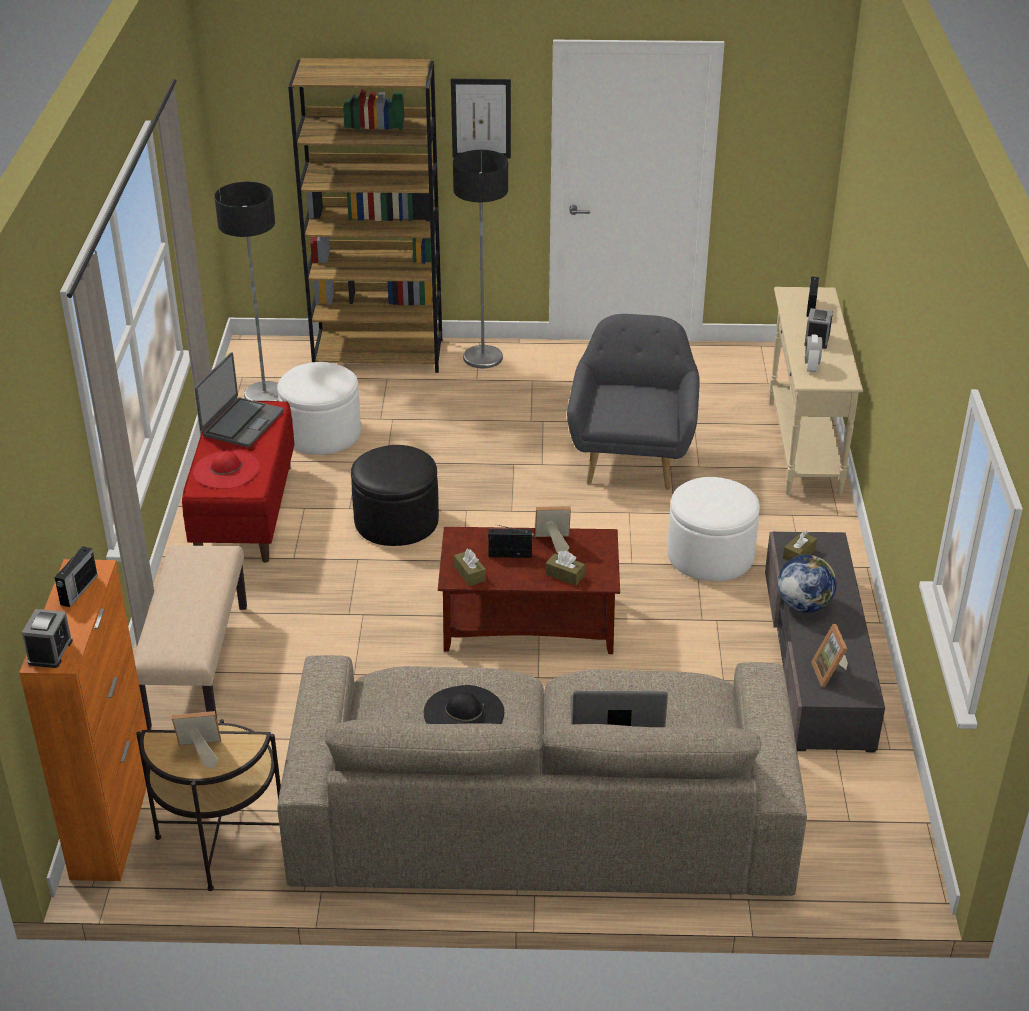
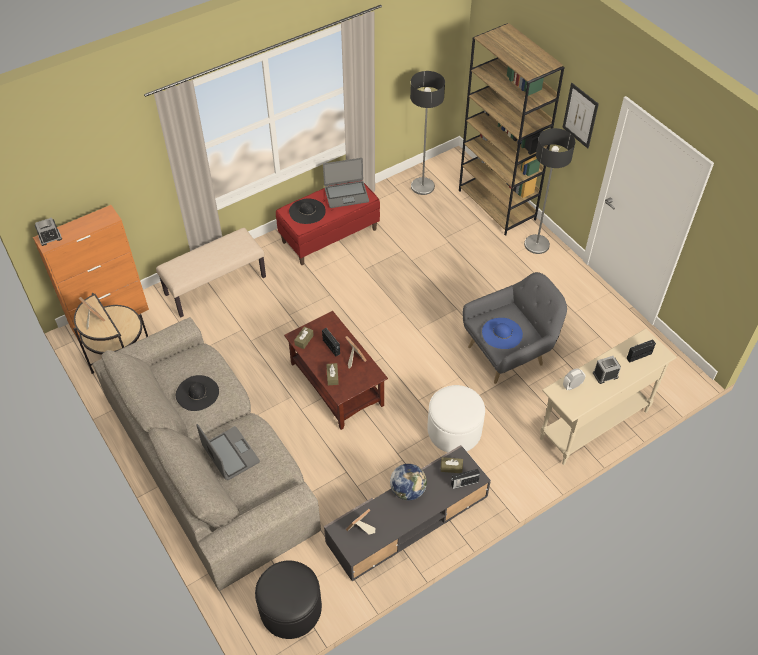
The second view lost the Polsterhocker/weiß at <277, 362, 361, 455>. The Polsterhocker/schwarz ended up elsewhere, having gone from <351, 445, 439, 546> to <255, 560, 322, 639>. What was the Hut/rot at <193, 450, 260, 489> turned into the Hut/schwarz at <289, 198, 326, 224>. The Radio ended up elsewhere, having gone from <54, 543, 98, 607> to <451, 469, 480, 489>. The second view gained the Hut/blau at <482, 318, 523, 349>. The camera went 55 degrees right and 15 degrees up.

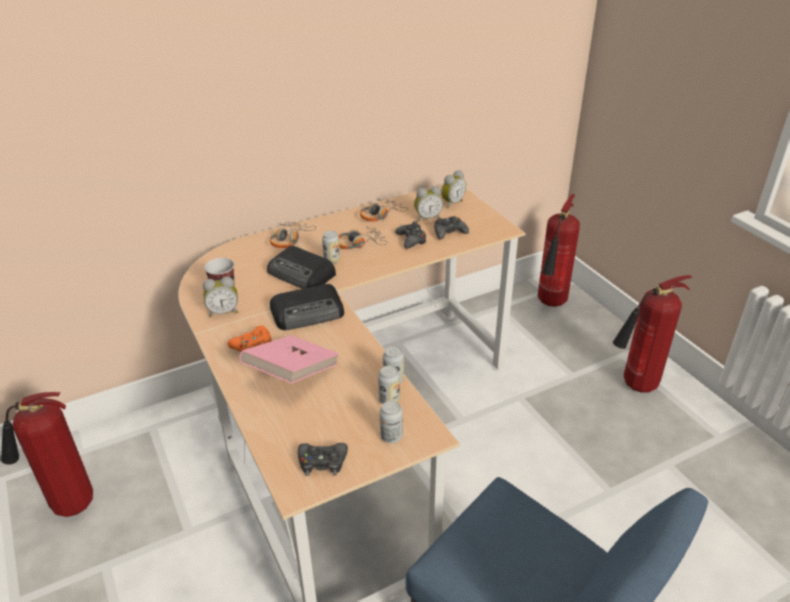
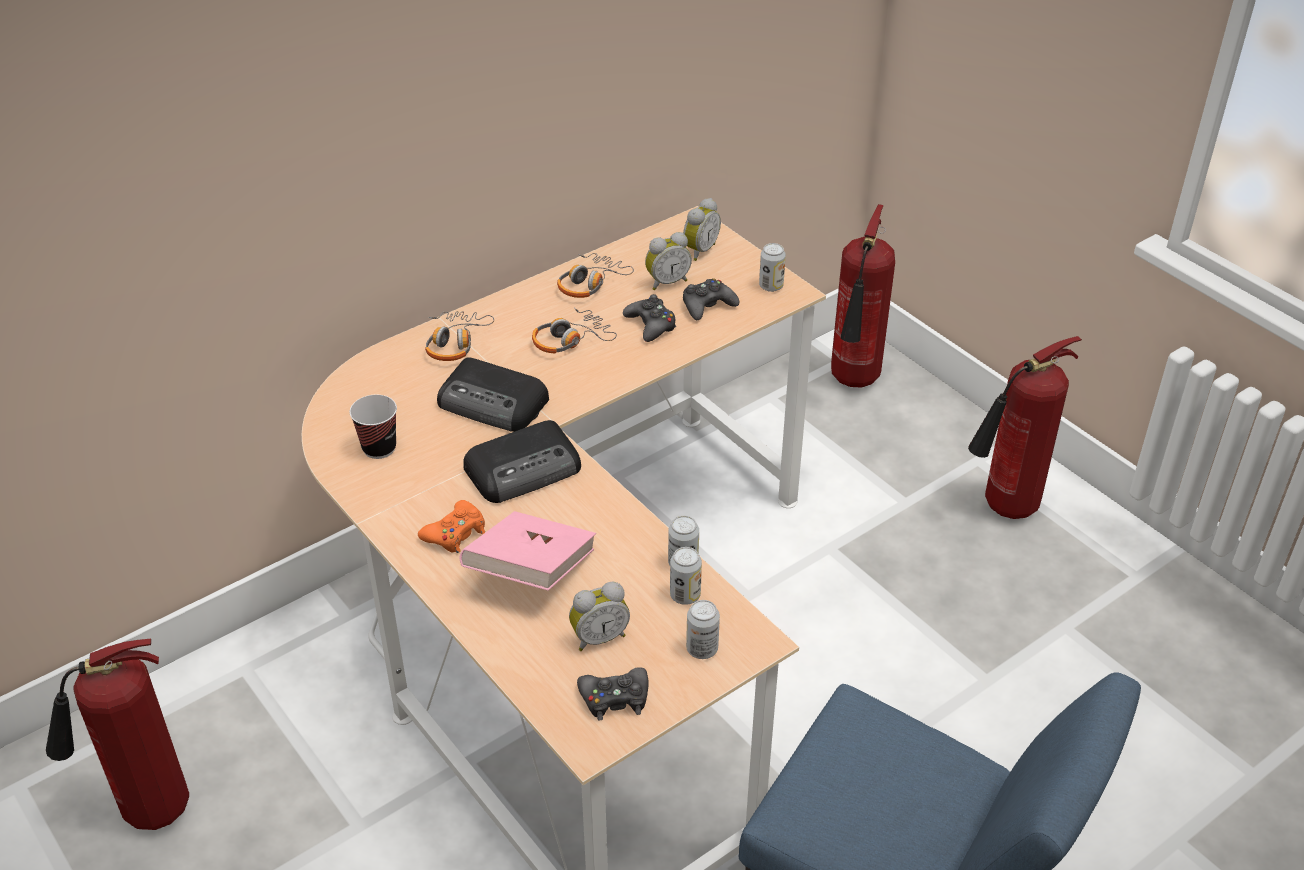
The Dose ended up elsewhere, having gone from <322, 231, 340, 263> to <759, 243, 786, 292>. The Wecker ended up elsewhere, having gone from <203, 276, 238, 317> to <569, 582, 630, 651>. The camera went 10 degrees left and 5 degrees up.

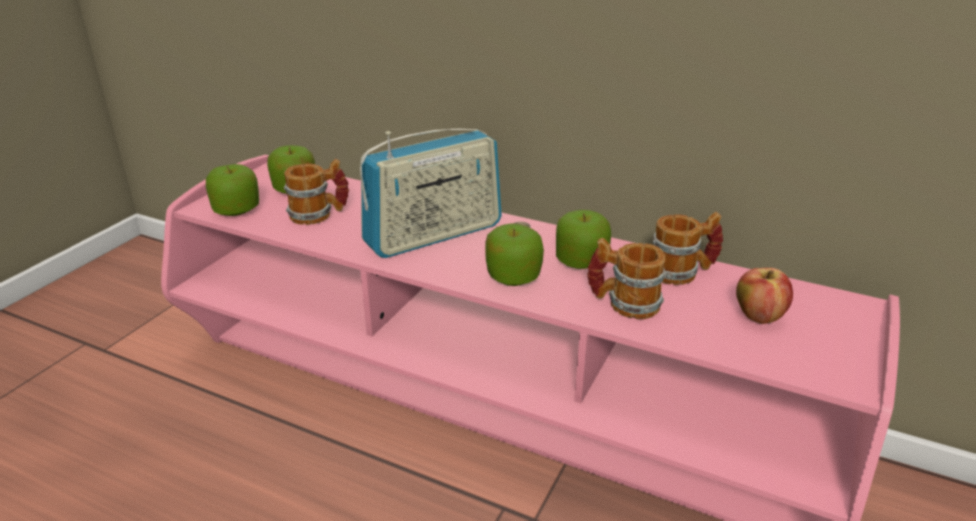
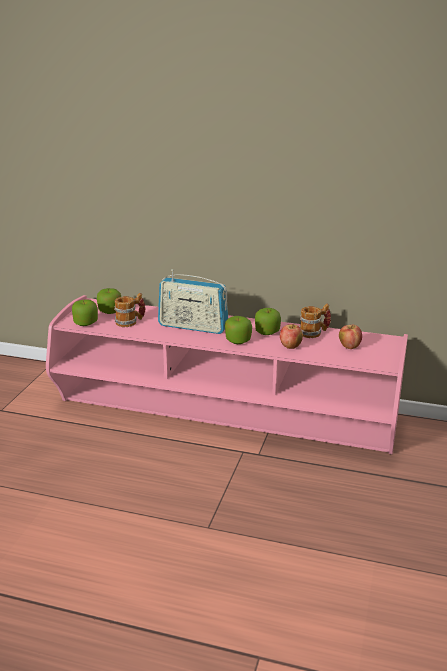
The Radio at <360, 129, 502, 258> ended up facing another way, 60 degrees clockwise from before. Where the Henkelbecher stood at <587, 238, 666, 319>, the Apfel came to stand at <280, 324, 303, 349>. The camera went 10 degrees left and 5 degrees down.

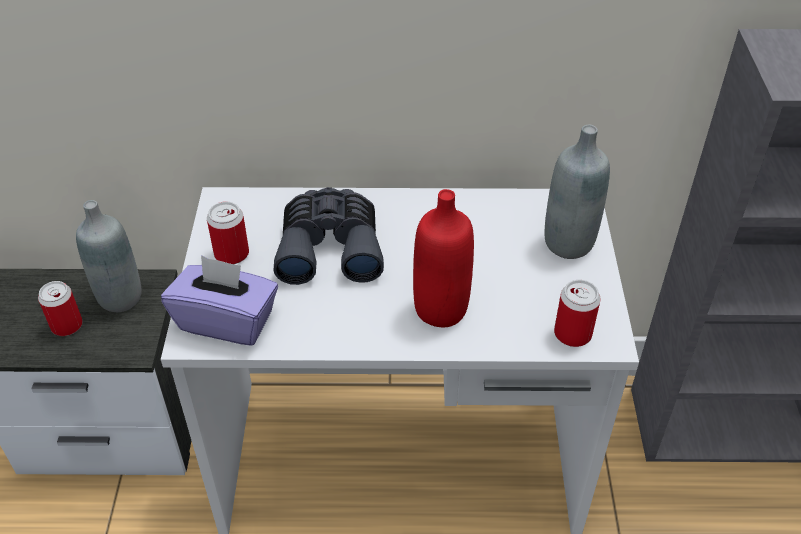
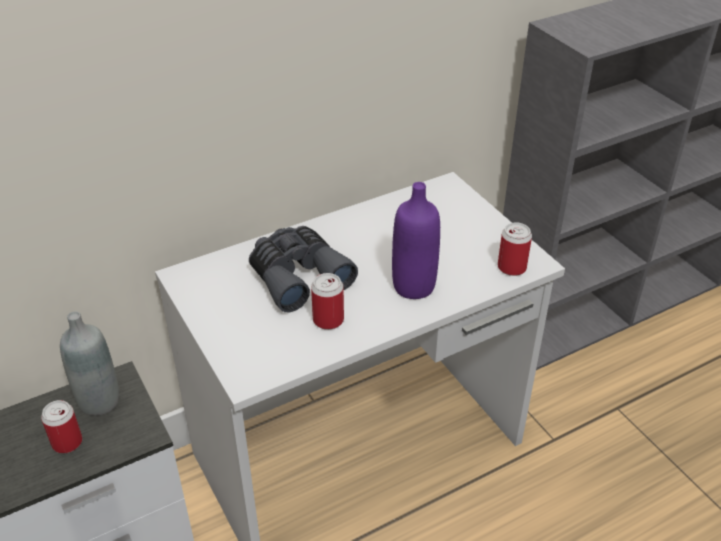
The second view lost the Flasche/grau at <544, 124, 610, 259>. What was the Flasche/rot at <413, 189, 474, 327> turned into the Flasche/lila at <392, 182, 440, 299>. The Dose ended up elsewhere, having gone from <207, 202, 249, 264> to <311, 273, 344, 330>. The second view lost the Taschentuchbox/lila at <161, 255, 278, 346>. The camera went 30 degrees left and 5 degrees down.

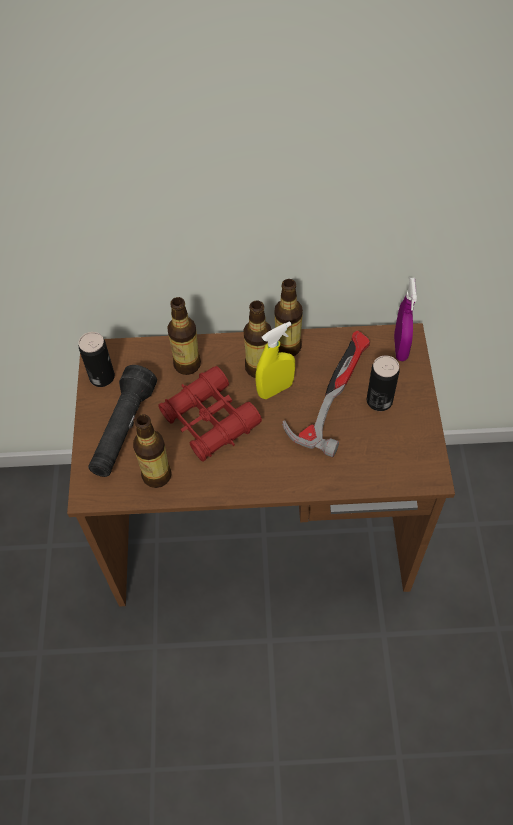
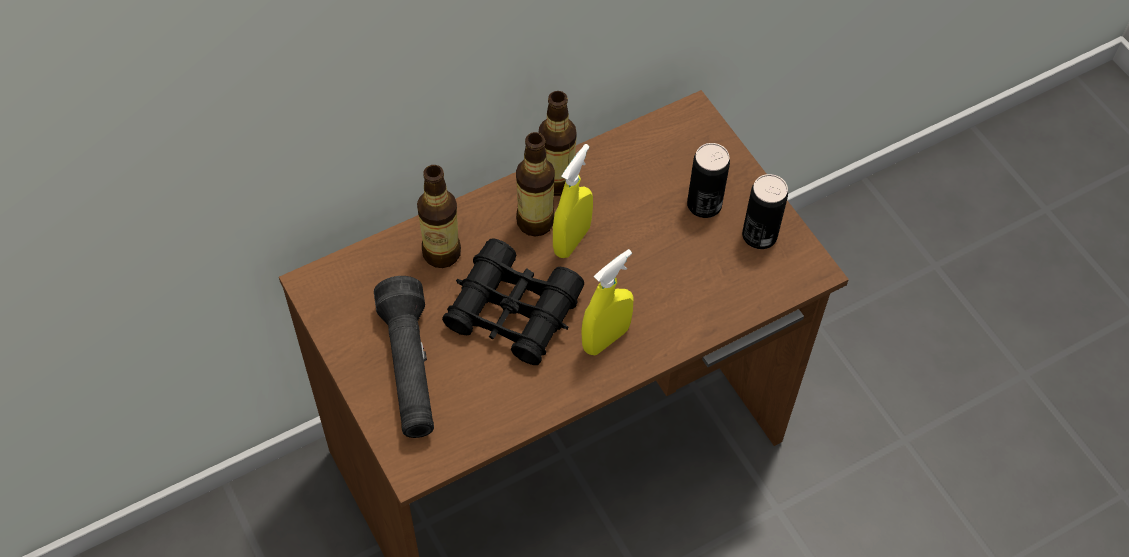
The second view lost the Sprühflasche/lila at <394, 278, 417, 361>. The second view lost the Hammer at <282, 331, 370, 457>. The Dose ended up elsewhere, having gone from <79, 332, 115, 387> to <742, 174, 788, 249>. What was the Fernglas/rot at <158, 366, 262, 462> turned into the Fernglas/schwarz at <442, 239, 584, 365>. The second view lost the Flasche at <133, 414, 172, 488>. The second view gained the Sprühflasche/gelb at <581, 249, 633, 356>. The camera went 30 degrees left and 0 degrees up.

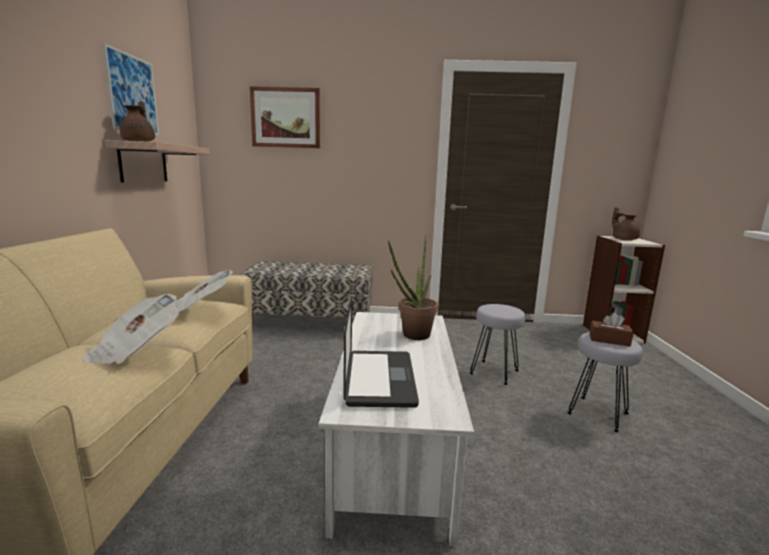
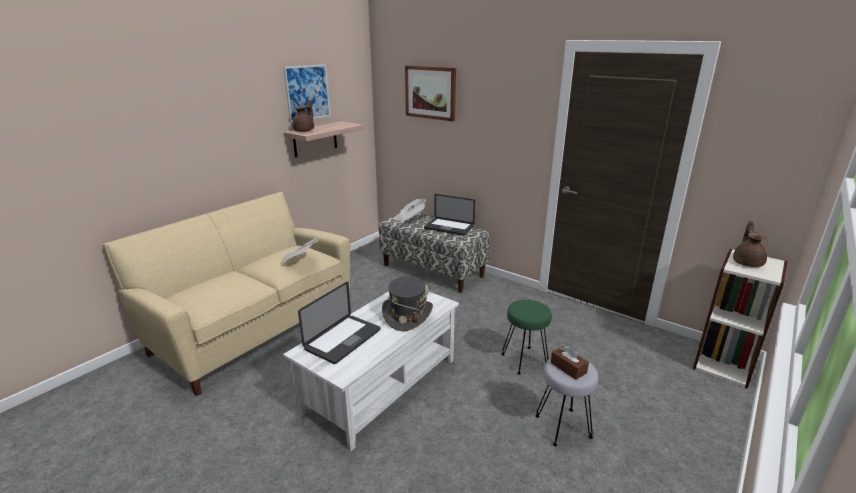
Where the Topfpflanze stood at <388, 236, 438, 340>, the Hut/grau came to stand at <382, 276, 433, 331>. The Zeitung ended up elsewhere, having gone from <82, 294, 179, 364> to <393, 199, 426, 222>. What was the Hocker/grau at <470, 304, 525, 385> turned into the Hocker/grün at <501, 300, 552, 374>. The second view gained the Laptop at <424, 194, 475, 236>. The camera went 35 degrees right and 10 degrees up.

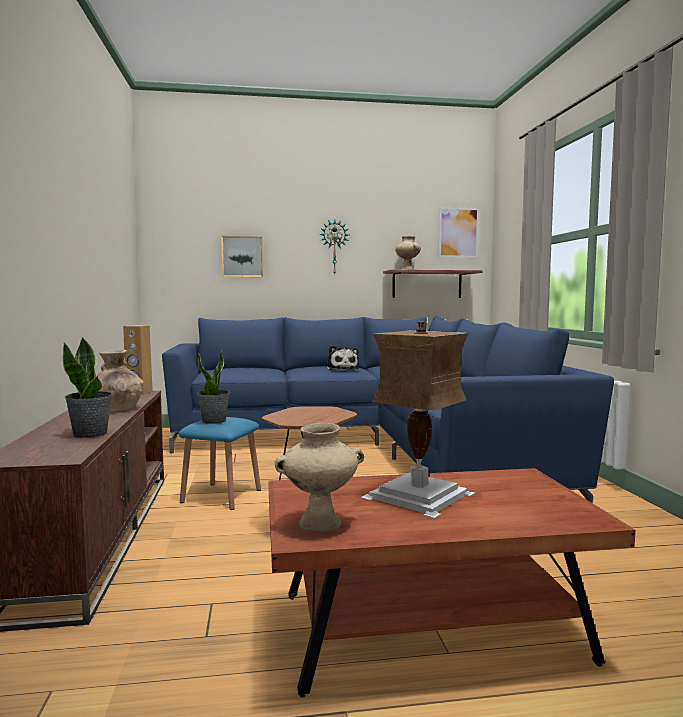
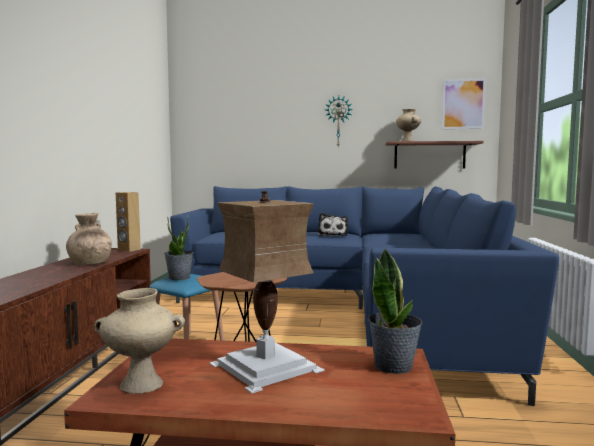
The second view lost the Bild at <221, 236, 263, 277>. The Topfpflanze ended up elsewhere, having gone from <63, 337, 113, 438> to <368, 249, 422, 374>. The camera went 15 degrees right and 0 degrees up.

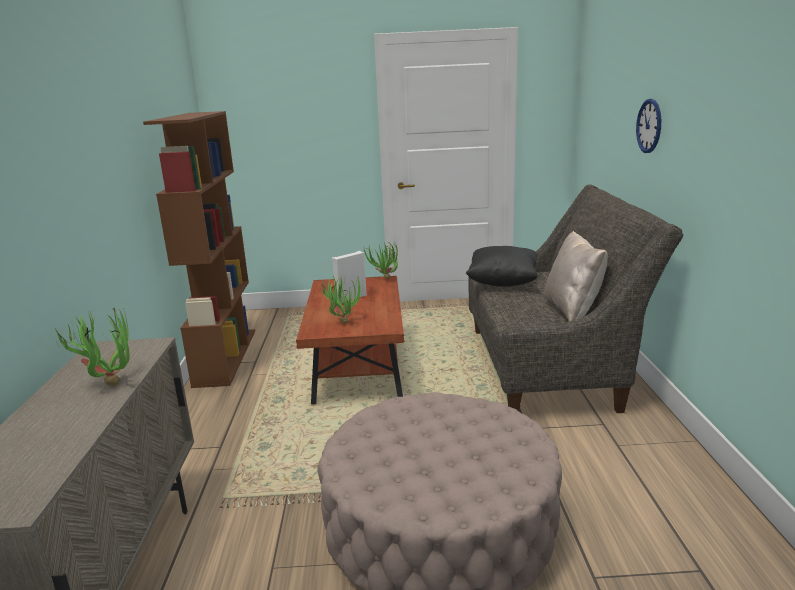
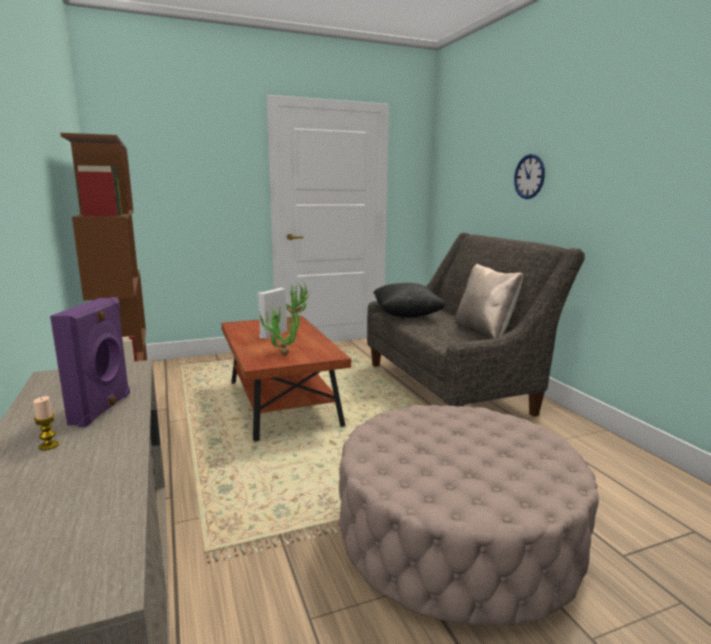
Where the Topfpflanze stood at <54, 308, 130, 386>, the Lautsprecher/lila came to stand at <50, 297, 130, 427>. The second view gained the Kerze at <33, 396, 59, 450>. The camera went 20 degrees left and 5 degrees down.

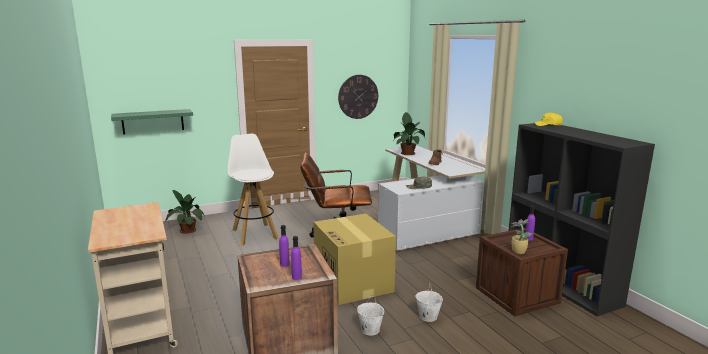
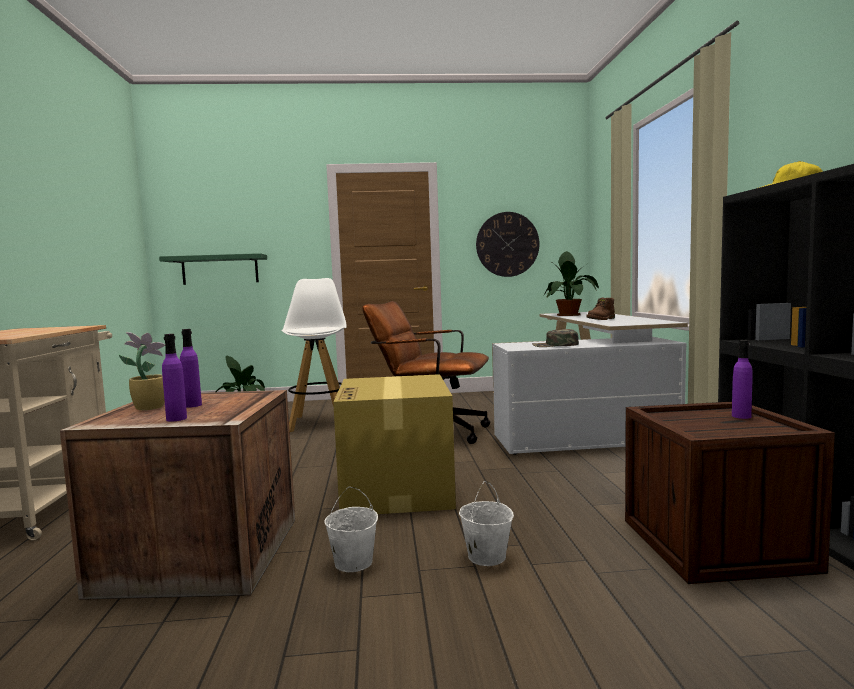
The Topfpflanze ended up elsewhere, having gone from <512, 219, 532, 254> to <119, 332, 165, 410>. The camera went 20 degrees right and 10 degrees down.

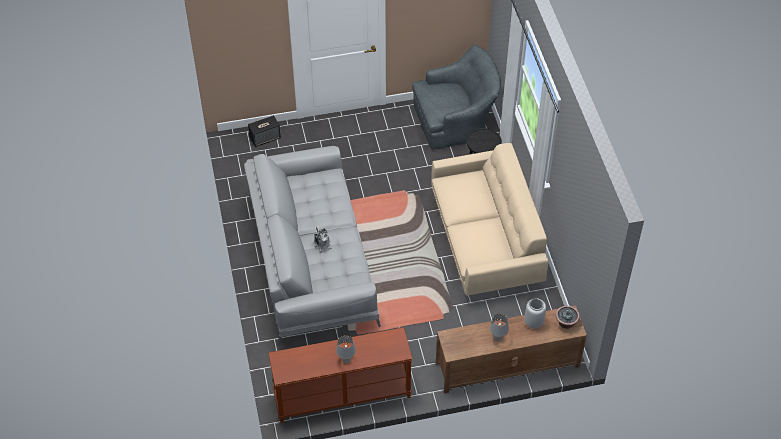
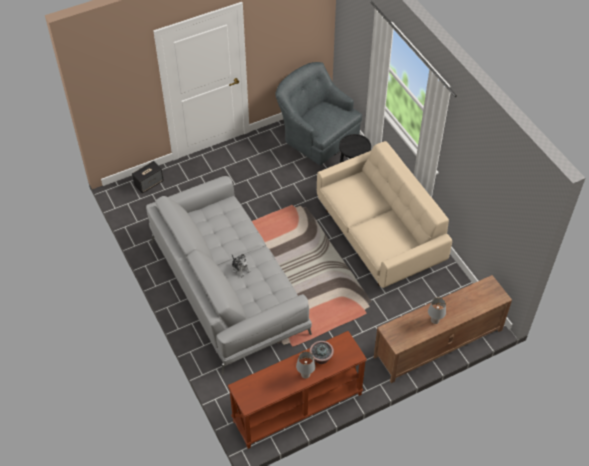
The Sessel/grau at <412, 45, 501, 150> ended up facing another way, 105 degrees counterclockwise from before. The second view lost the Vase/grau at <525, 298, 546, 329>. The Topfpflanze ended up elsewhere, having gone from <556, 306, 580, 329> to <309, 341, 334, 364>. The camera went 15 degrees left and 0 degrees up.

